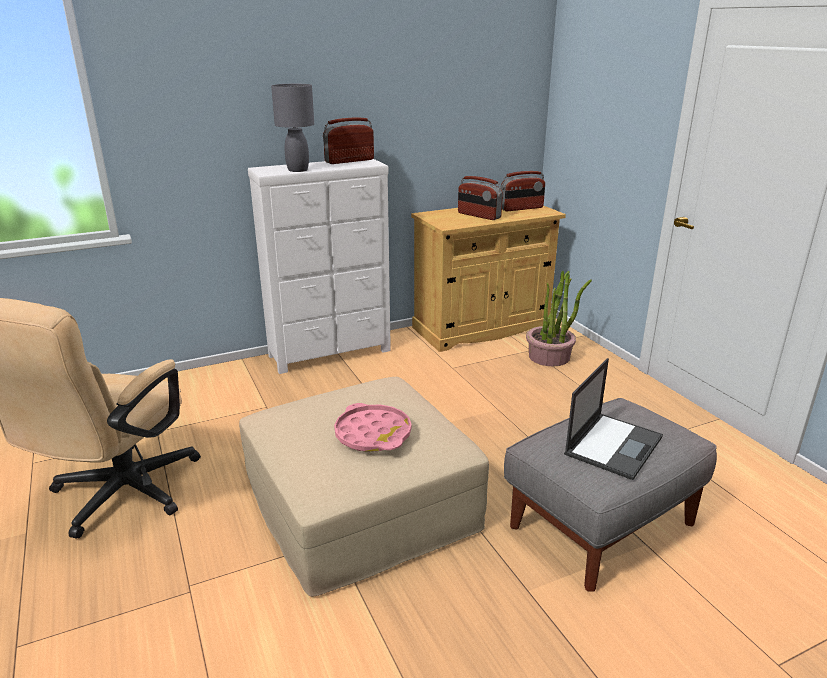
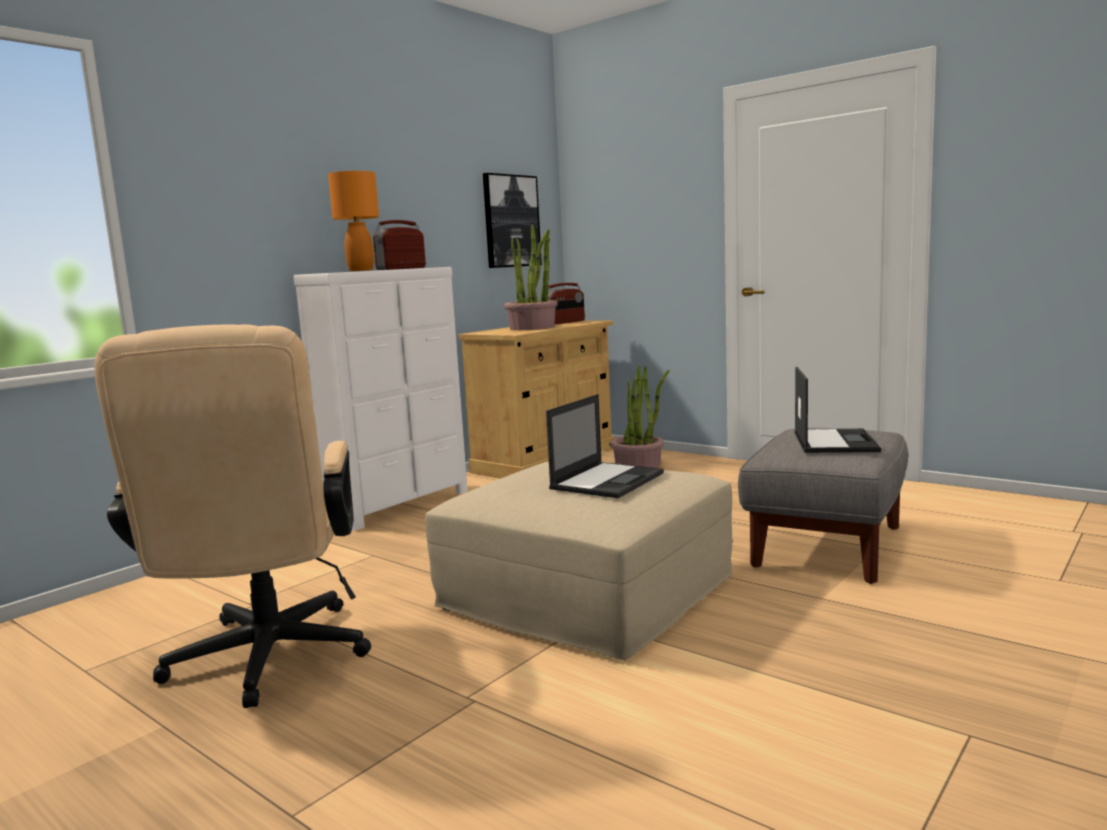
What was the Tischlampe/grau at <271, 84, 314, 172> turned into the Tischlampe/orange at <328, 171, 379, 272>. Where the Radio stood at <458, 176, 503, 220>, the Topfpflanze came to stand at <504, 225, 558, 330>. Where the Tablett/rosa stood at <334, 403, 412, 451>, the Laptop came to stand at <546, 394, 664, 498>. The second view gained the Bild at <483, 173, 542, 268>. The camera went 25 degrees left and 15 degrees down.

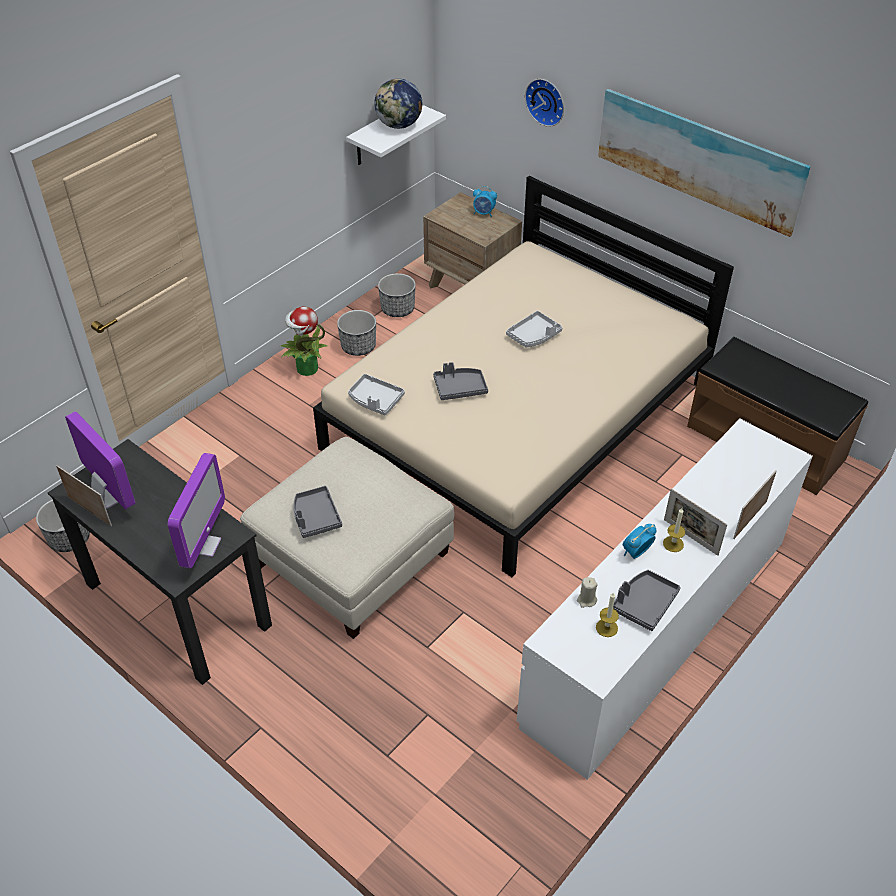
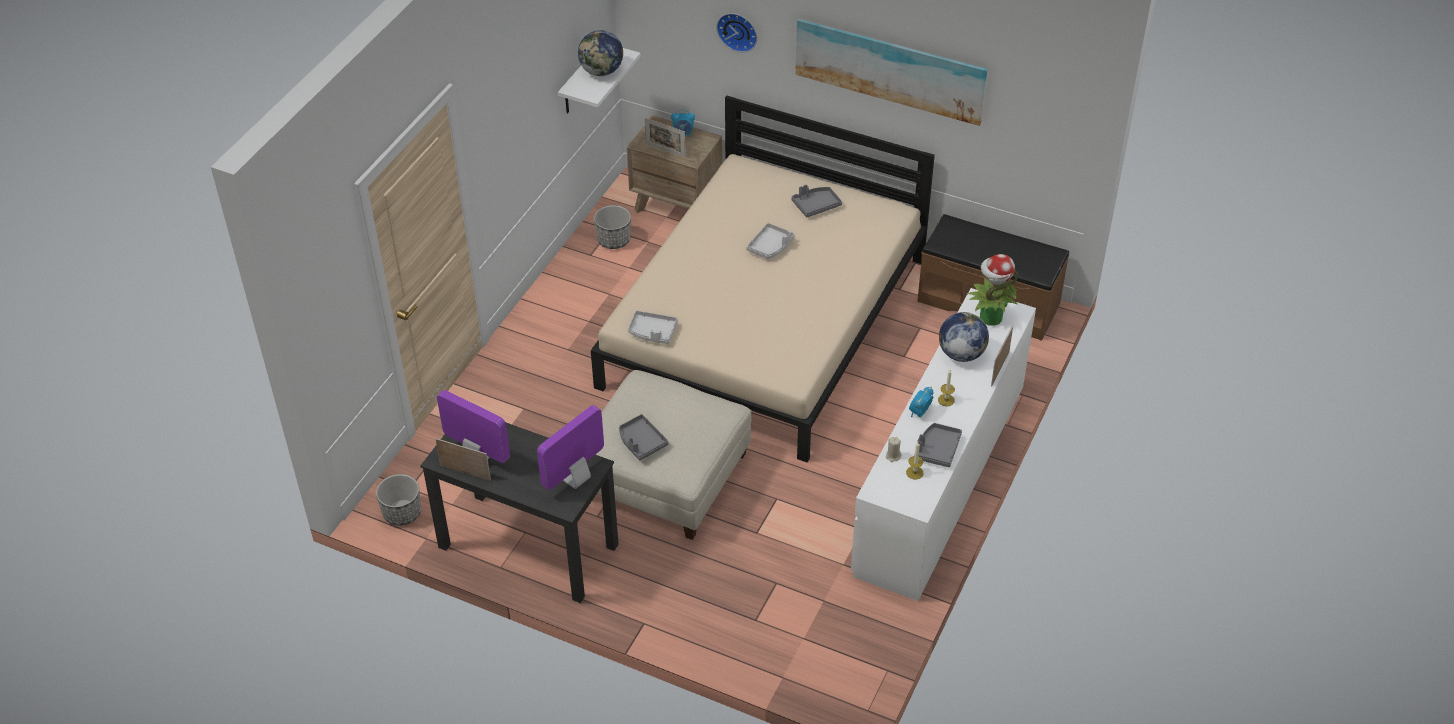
The Topfpflanze ended up elsewhere, having gone from <281, 307, 328, 376> to <968, 254, 1018, 326>. The second view lost the Pflanzkübel at <337, 310, 376, 356>. The Tablett/grau ended up elsewhere, having gone from <433, 362, 488, 400> to <791, 185, 842, 218>. The Monitor at <168, 453, 225, 568> ended up facing another way, 135 degrees counterclockwise from before. The Bilderrahmen ended up elsewhere, having gone from <664, 488, 727, 556> to <645, 118, 686, 158>. The second view gained the Globus at <939, 312, 989, 362>. The camera went 15 degrees left and 0 degrees up.

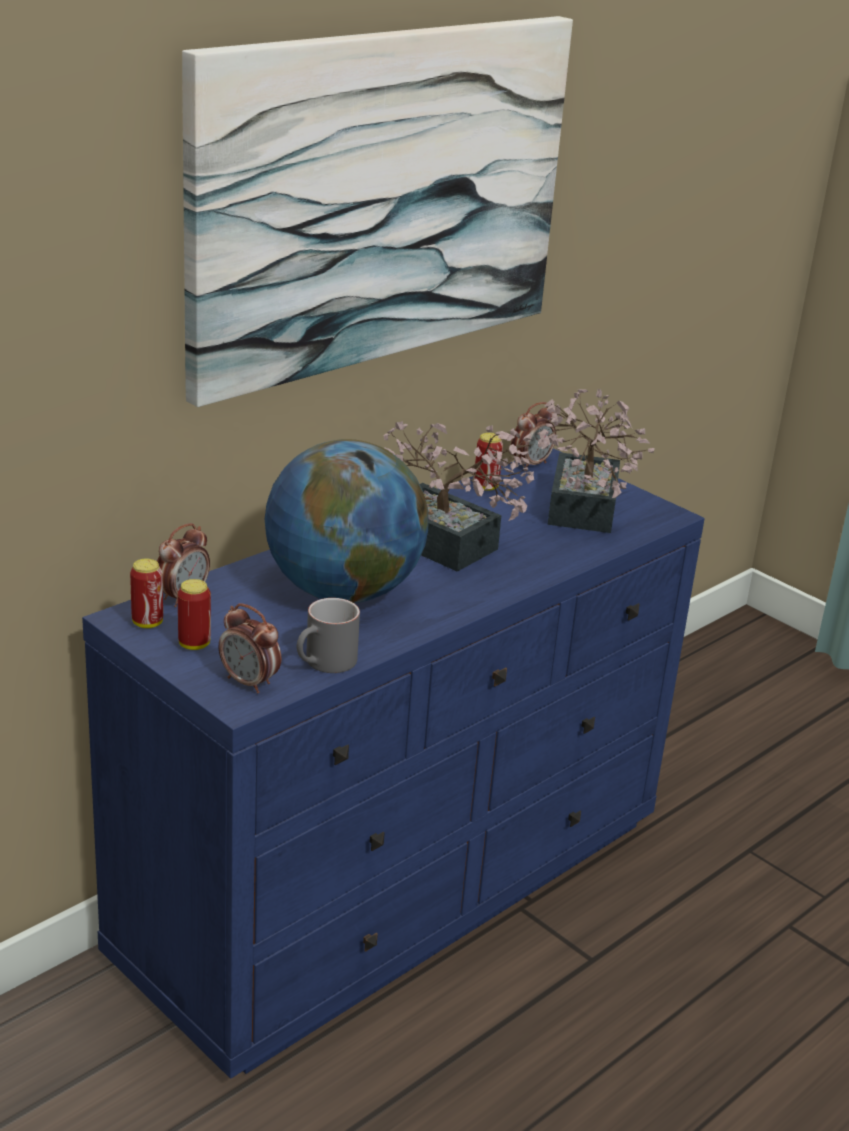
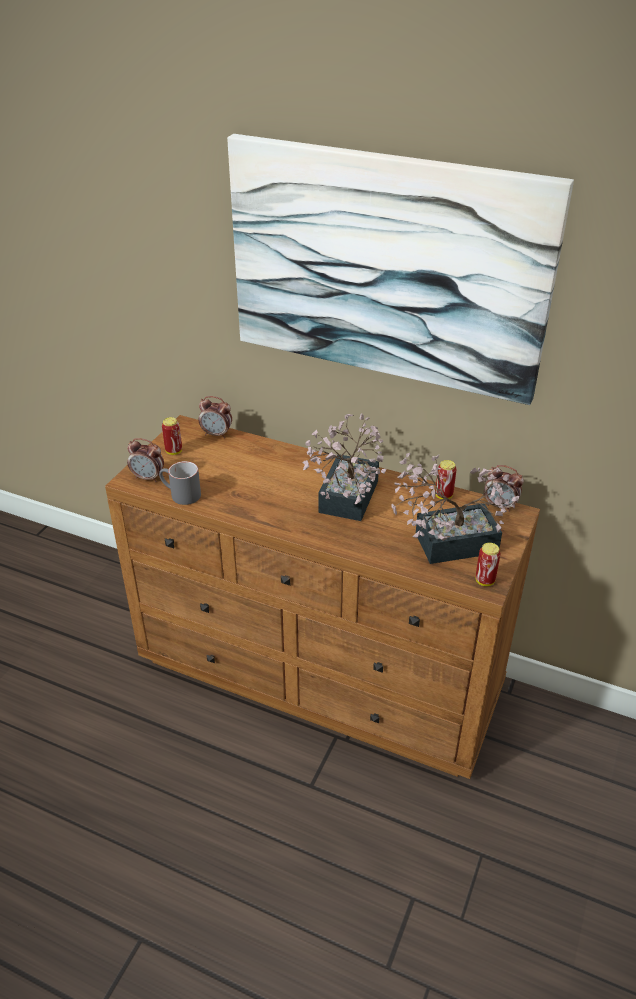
The second view lost the Globus at <265, 439, 429, 603>. What was the Kommode/blau at <82, 448, 705, 1079> turned into the Kommode/braun at <105, 415, 540, 779>. The Dose ended up elsewhere, having gone from <130, 559, 163, 628> to <476, 543, 500, 586>. The Wecker at <219, 603, 281, 694> ended up facing another way, 90 degrees counterclockwise from before. The camera went 70 degrees right and 10 degrees up.

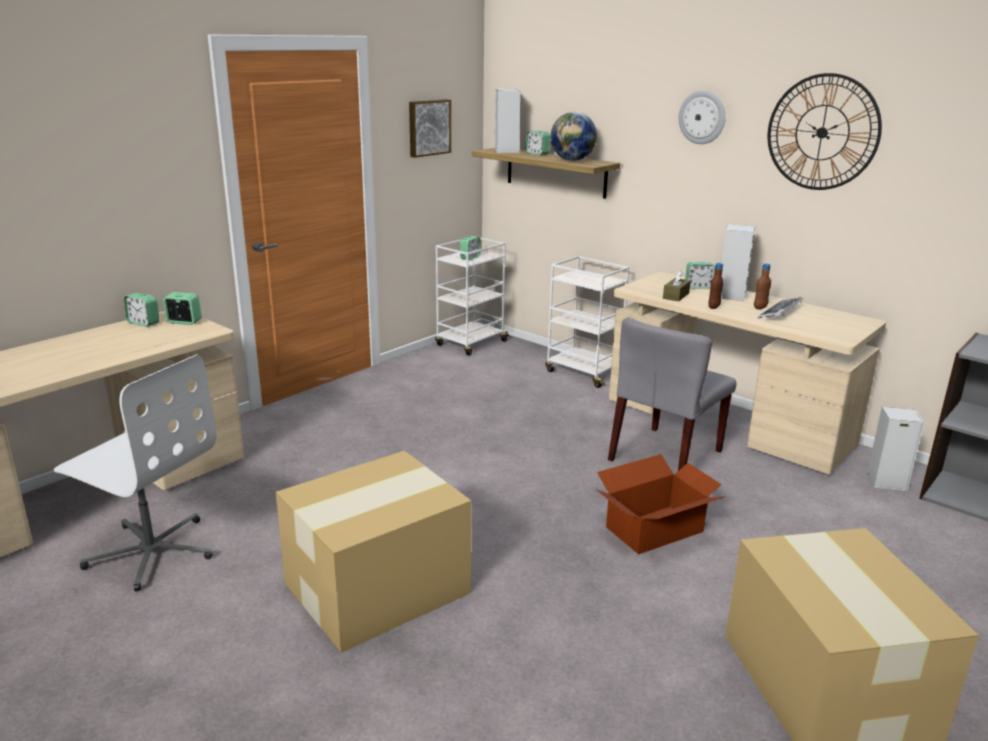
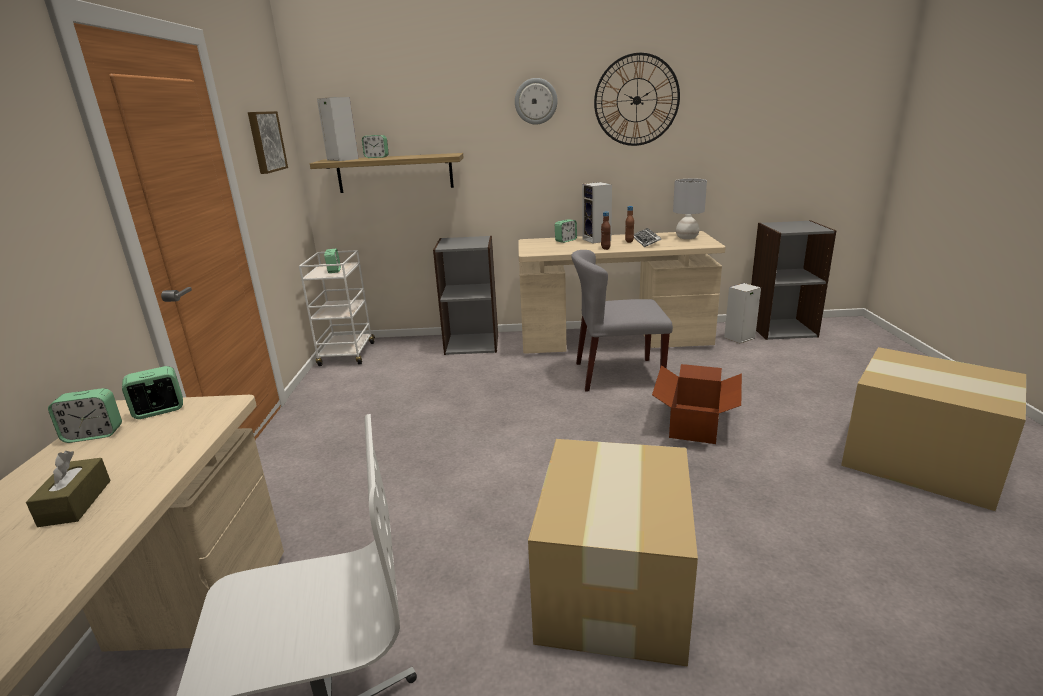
The second view lost the Globus at <550, 112, 597, 161>. Where the Rollwagen/weiß stood at <546, 256, 629, 388>, the Bücherregal/grau came to stand at <433, 236, 498, 355>. The Taschentuchbox/braun ended up elsewhere, having gone from <663, 270, 691, 301> to <26, 451, 111, 527>. The Stuhl/grau at <608, 317, 736, 471> ended up facing another way, 90 degrees clockwise from before. The second view gained the Tischlampe/grau at <673, 179, 707, 240>. The camera went 40 degrees left and 0 degrees up.

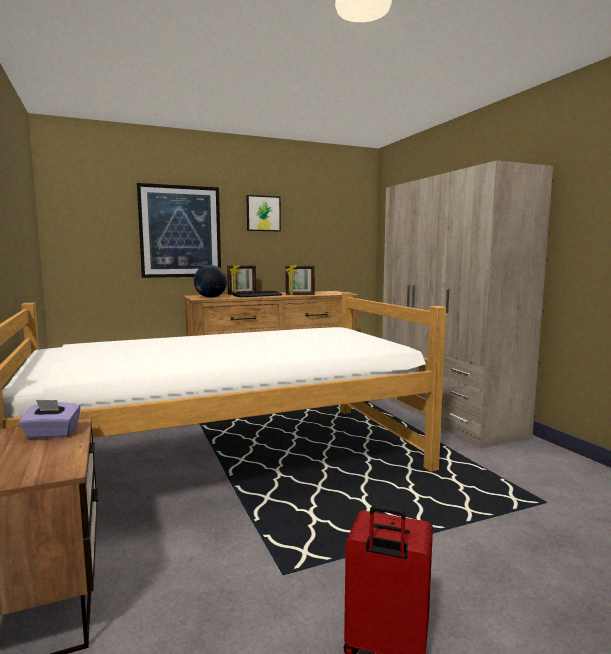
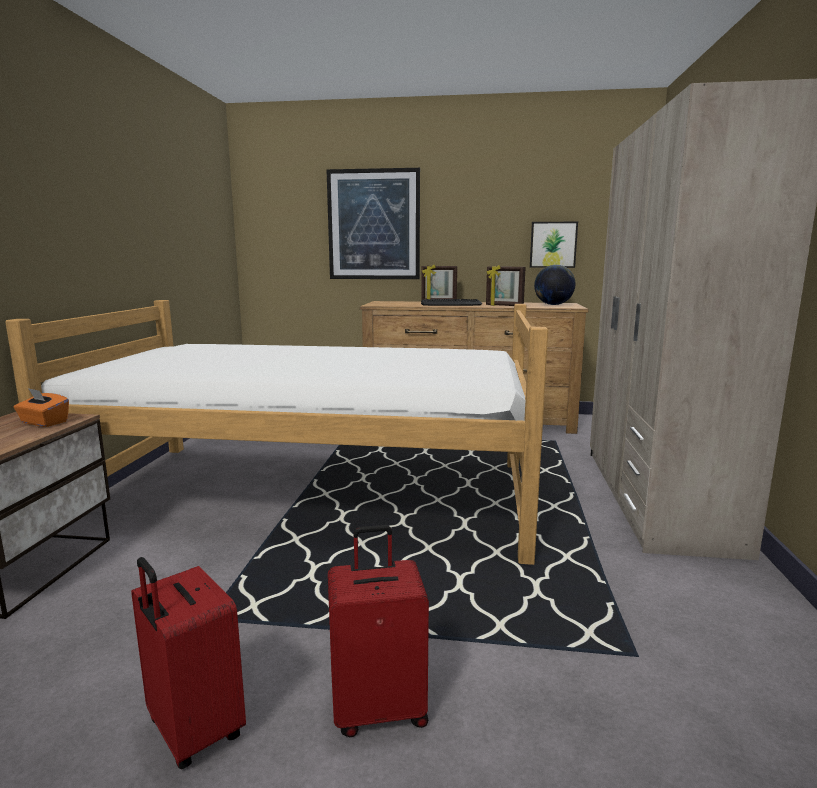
The Bild ended up elsewhere, having gone from <246, 195, 281, 231> to <530, 222, 578, 268>. The Globus ended up elsewhere, having gone from <194, 265, 227, 298> to <534, 265, 575, 305>. What was the Taschentuchbox/lila at <19, 400, 81, 439> turned into the Taschentuchbox/orange at <14, 388, 69, 427>. The second view gained the Koffer/rot at <328, 525, 429, 737>. The camera went 30 degrees right and 5 degrees up.

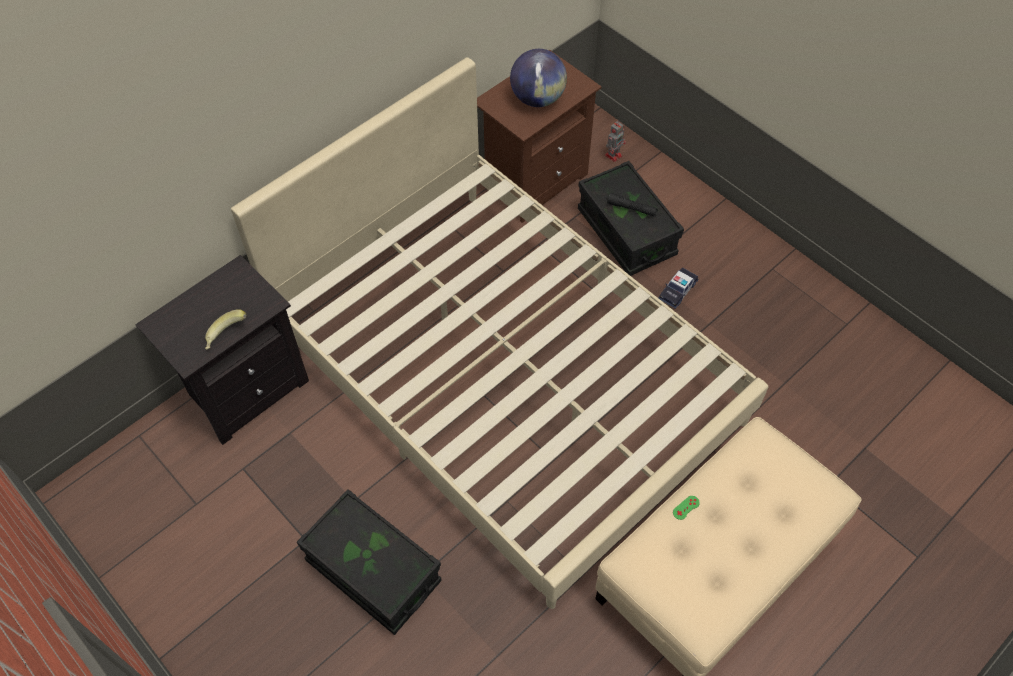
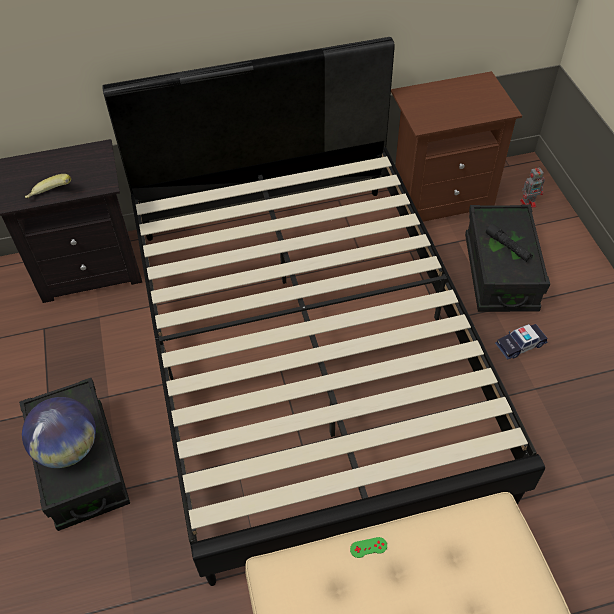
The Globus ended up elsewhere, having gone from <510, 49, 567, 107> to <22, 397, 96, 468>. What was the Bett/beige at <231, 57, 768, 609> turned into the Bett/schwarz at <102, 37, 545, 586>. The camera went 30 degrees right and 5 degrees down.

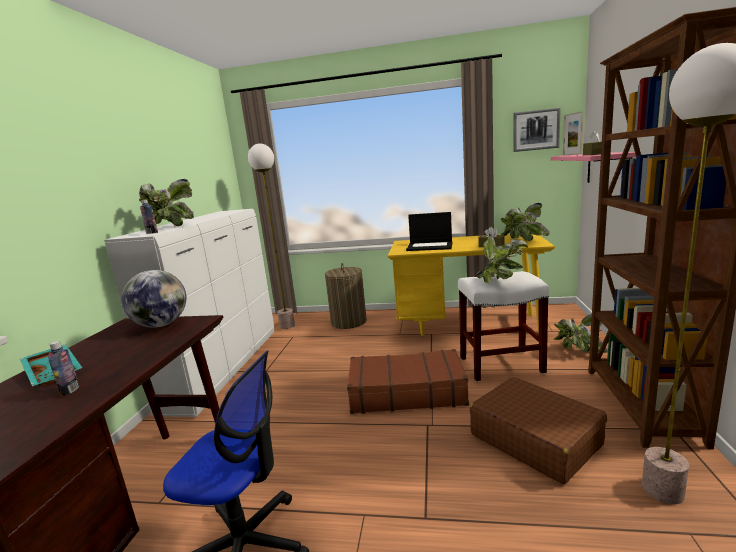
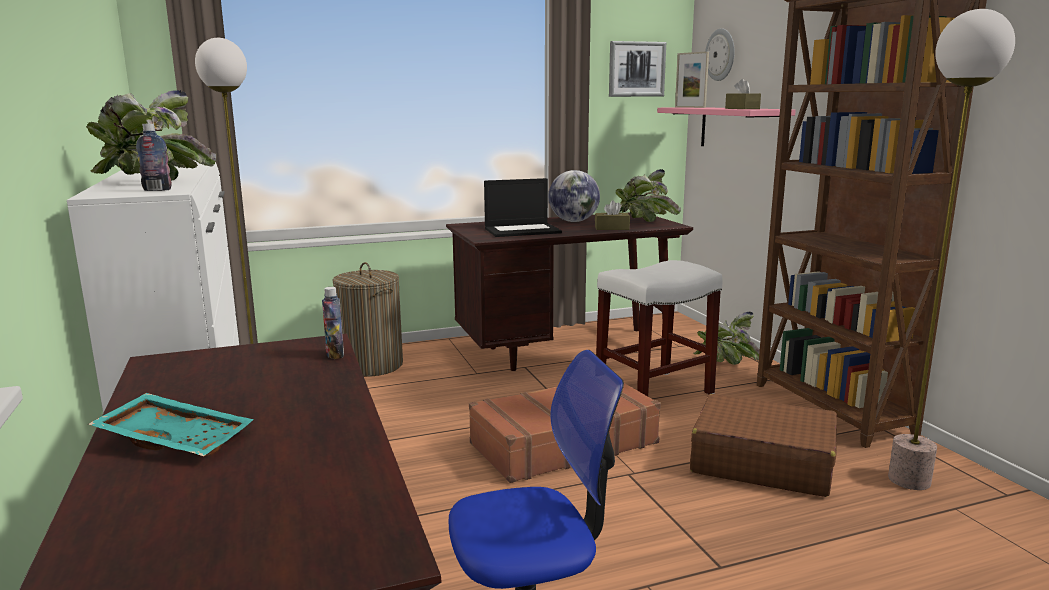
What was the Schreibtisch/gelb at <387, 234, 555, 336> turned into the Schreibtisch/braun at <446, 212, 693, 371>. The second view lost the Topfpflanze at <477, 234, 528, 283>. The Globus ended up elsewhere, having gone from <122, 270, 186, 328> to <549, 170, 600, 222>. The Flasche ended up elsewhere, having gone from <48, 341, 79, 396> to <322, 287, 344, 359>. The second view gained the Wanduhr at <705, 28, 735, 81>. The camera went 30 degrees left and 0 degrees up.

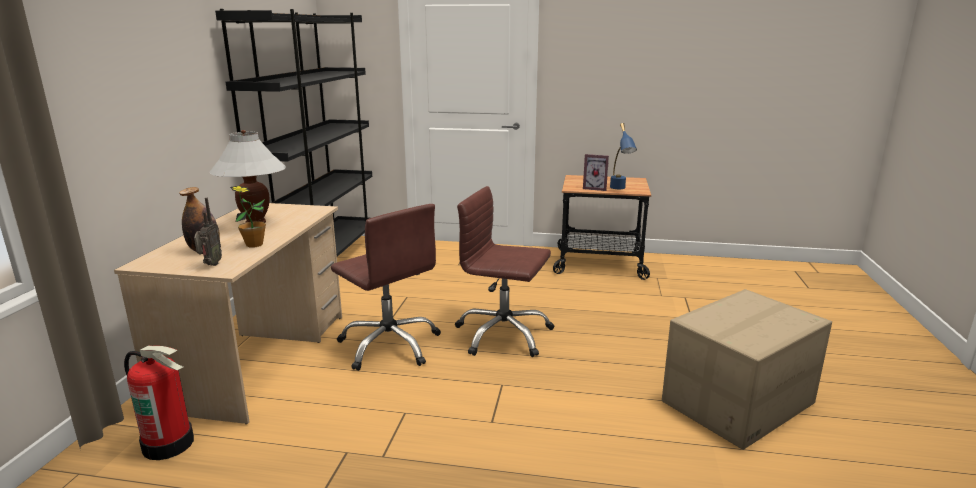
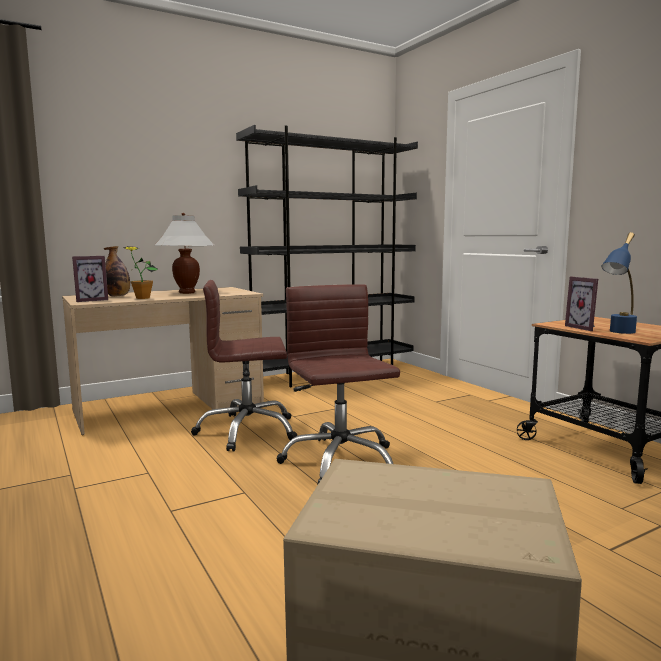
Where the Radio stood at <194, 198, 222, 266>, the Bilderrahmen came to stand at <72, 256, 108, 302>. The Bürostuhl/braun at <331, 204, 441, 371> ended up facing another way, 75 degrees clockwise from before. The second view lost the Feuerlöscher at <124, 345, 194, 460>. The camera went 50 degrees right and 10 degrees down.

